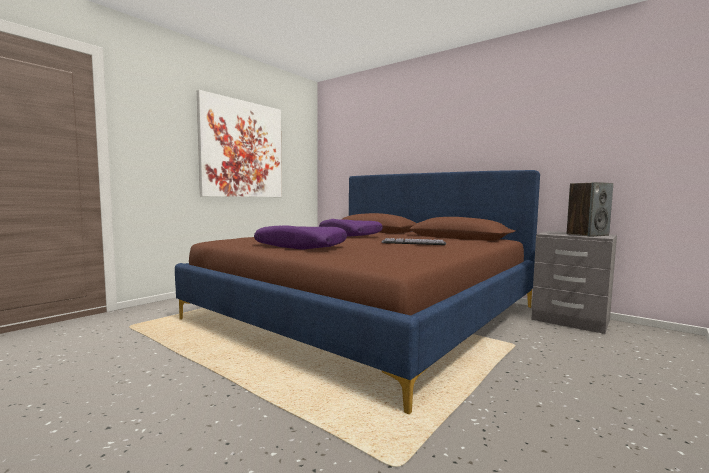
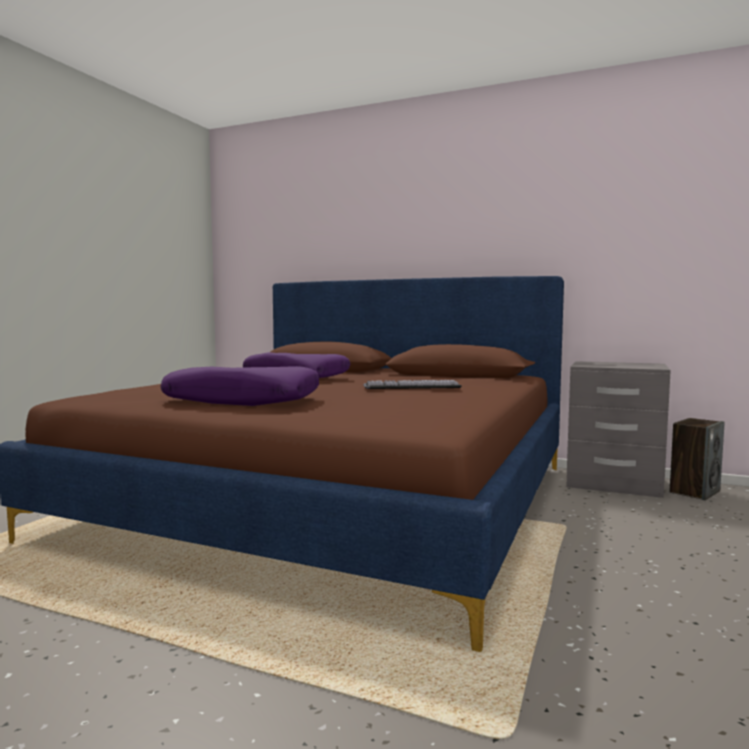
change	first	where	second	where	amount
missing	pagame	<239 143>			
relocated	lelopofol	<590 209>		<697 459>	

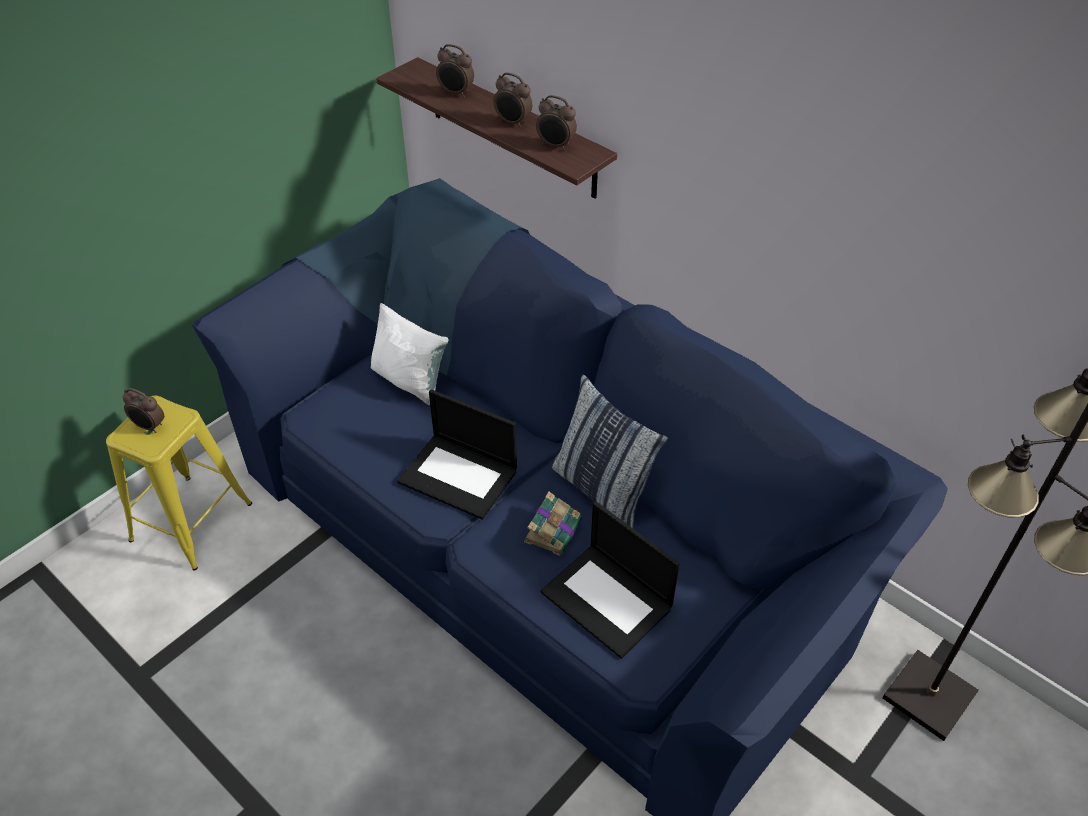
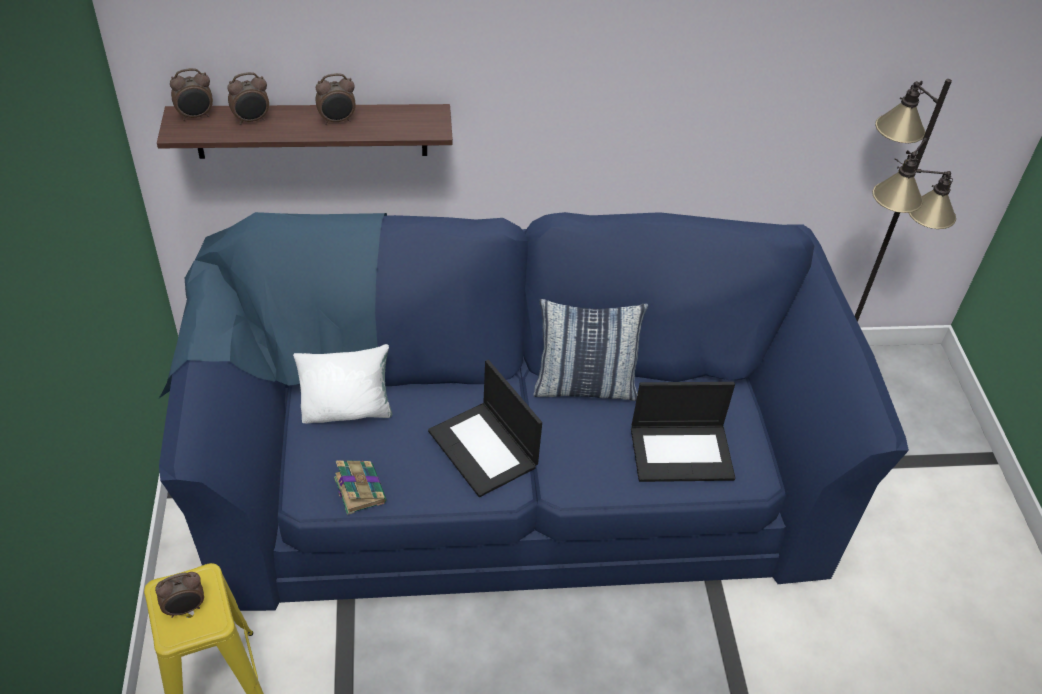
change	first	where	second	where	amount
relocated	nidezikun	<553 524>		<360 487>	
relocated	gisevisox	<556 123>		<191 94>	
spun	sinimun	<457 454>		<485 428>	75 degrees clockwise

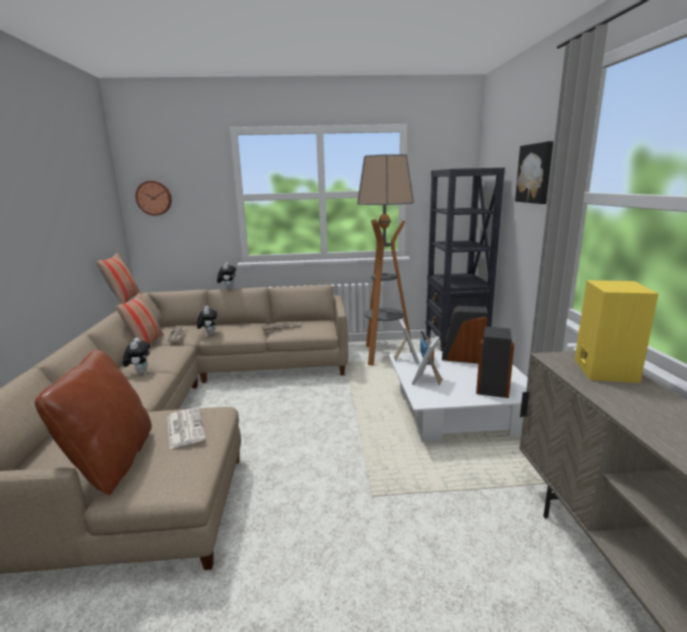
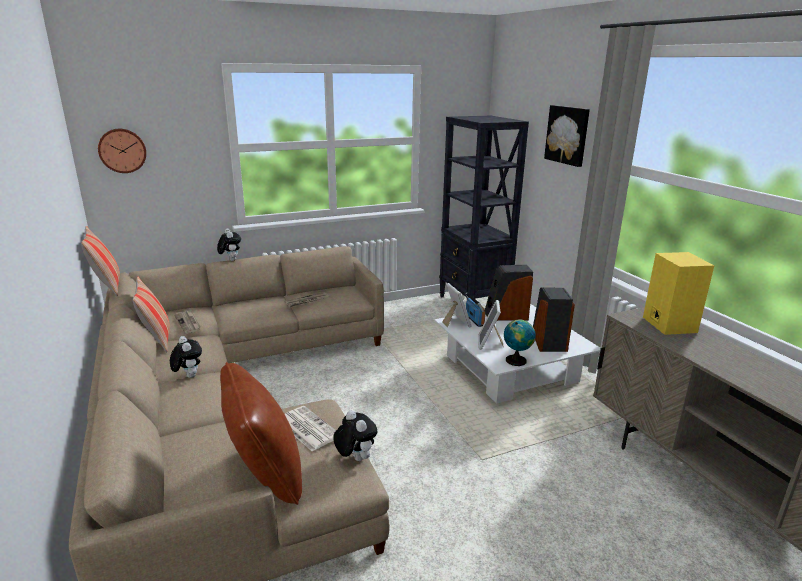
change	first	where	second	where	amount
missing	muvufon	<385 260>			
appeared			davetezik	<520 342>	
relocated	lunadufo	<207 320>		<355 435>	

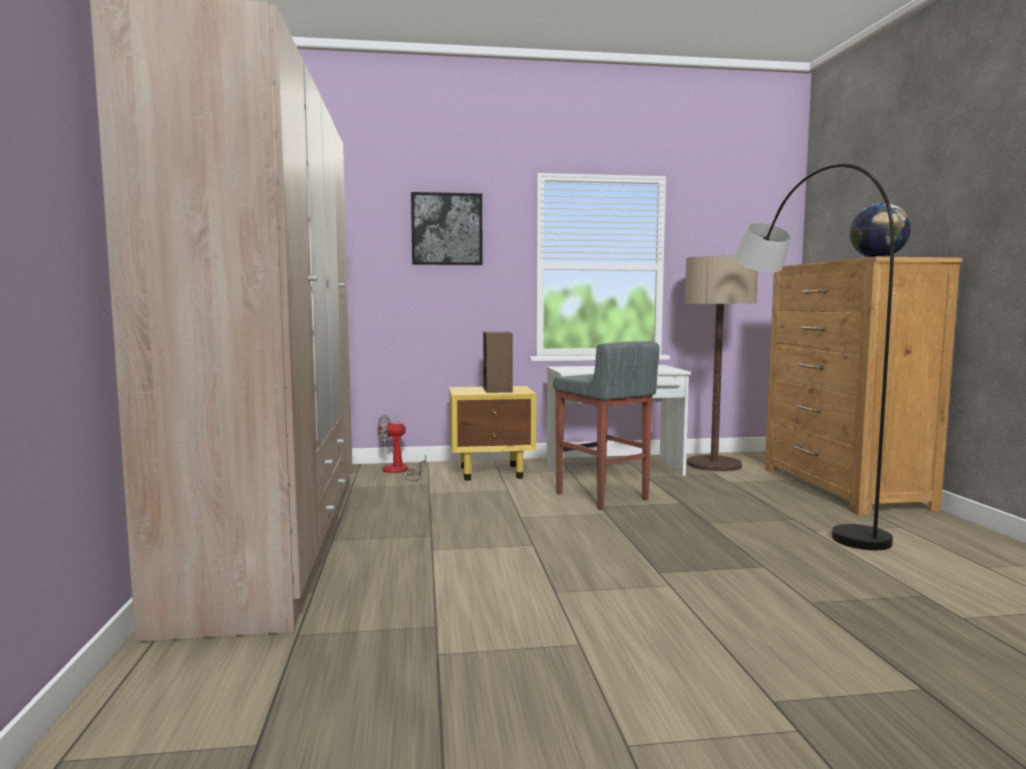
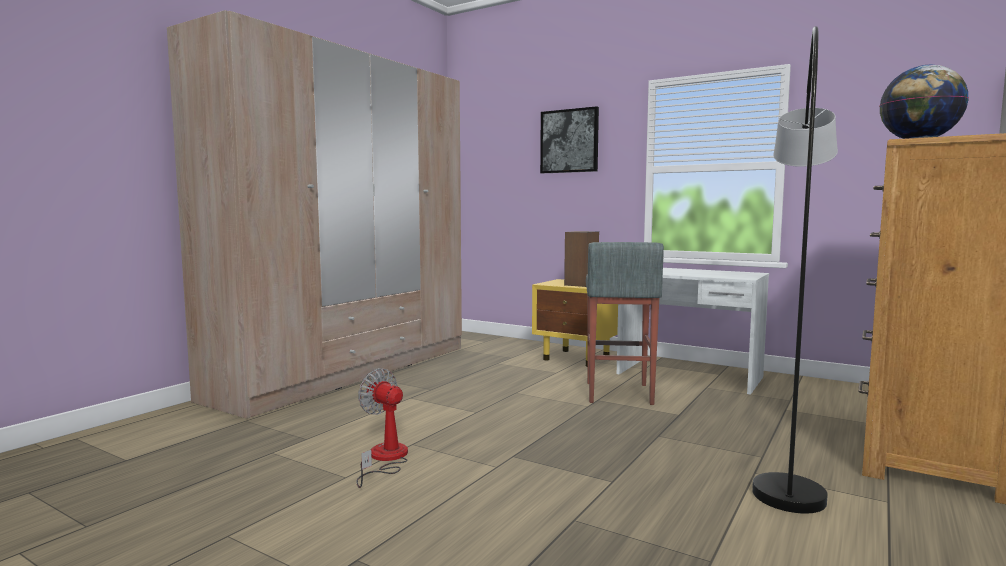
change	first	where	second	where	amount
missing	muvufon	<721 363>			
relocated	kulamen	<401 447>		<382 428>	

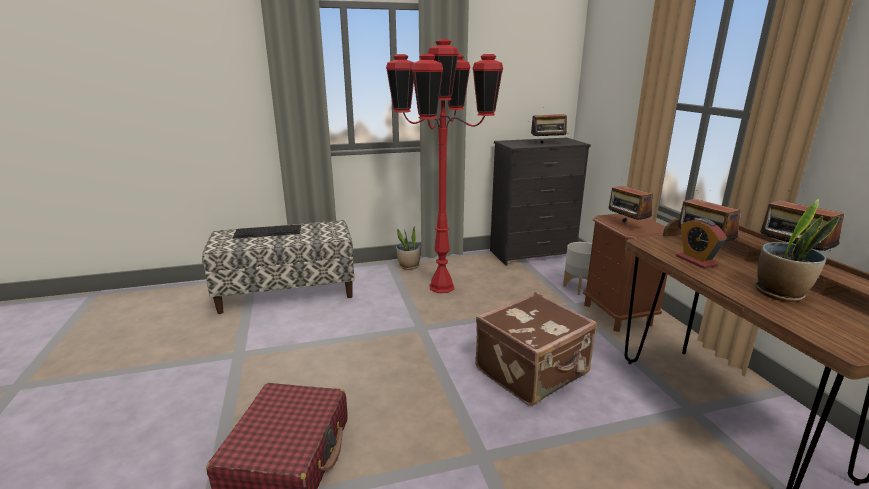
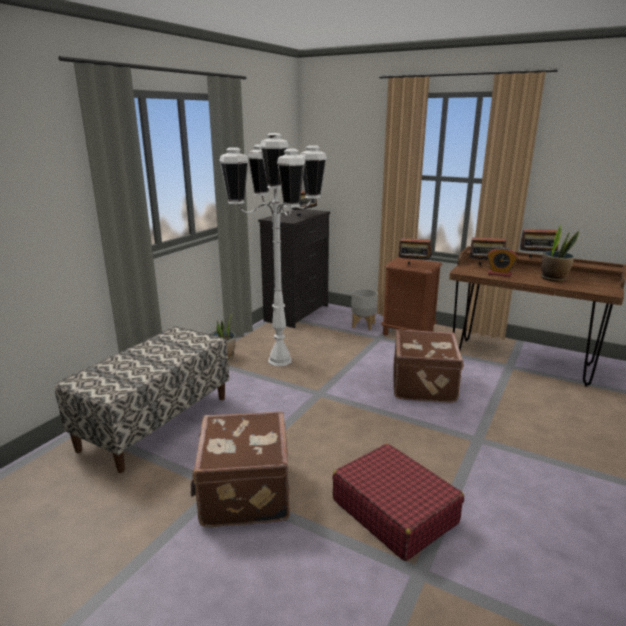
change	first	where	second	where	amount
missing	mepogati	<266 232>			
appeared			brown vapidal	<240 469>	
colour	red muvufon	<444 166>	white muvufon	<273 249>	

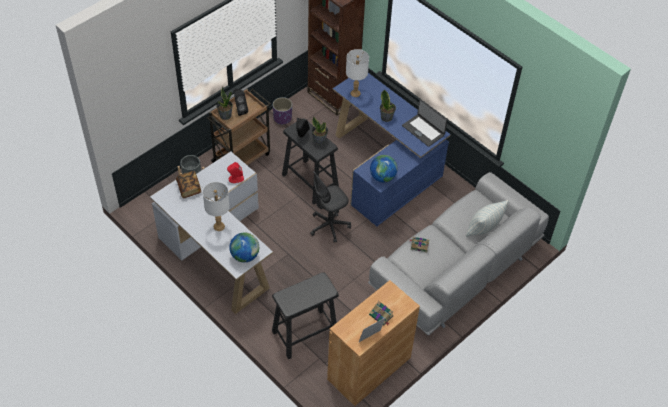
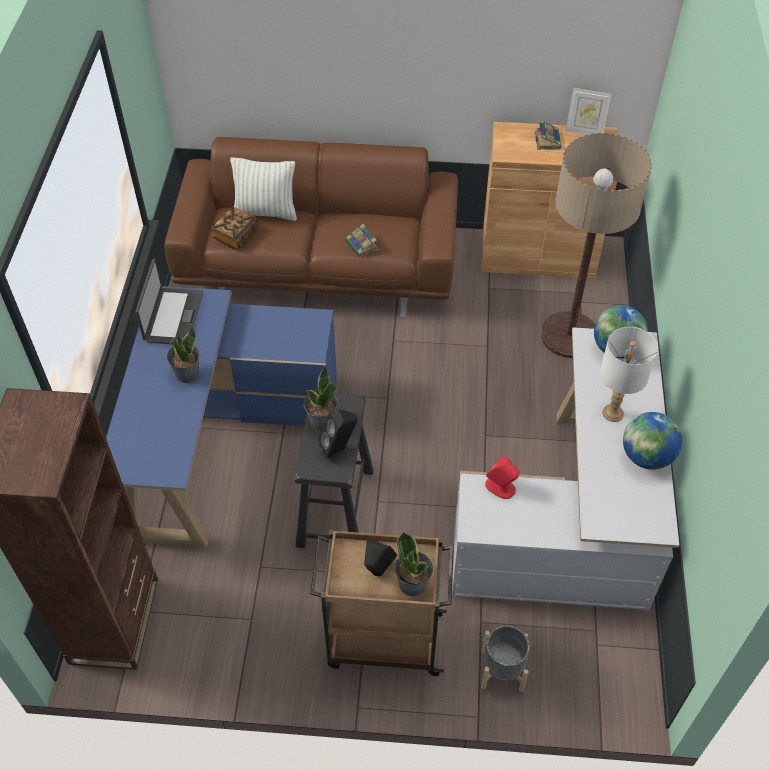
change	first	where	second	where	amount
missing	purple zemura	<282 111>			
missing	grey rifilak	<330 207>			
missing	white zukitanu	<357 73>			
relocated	nidezikun	<188 184>		<234 228>	
relocated	davetezik	<384 169>		<652 441>	
exchanged	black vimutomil	<305 315>	muvufon	<596 245>	
colour	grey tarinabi	<458 254>	brown tarinabi	<311 227>	

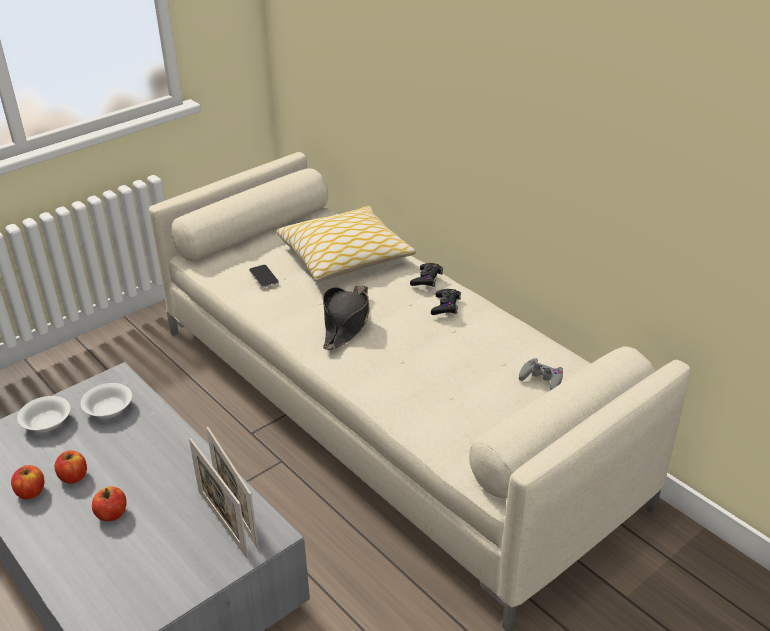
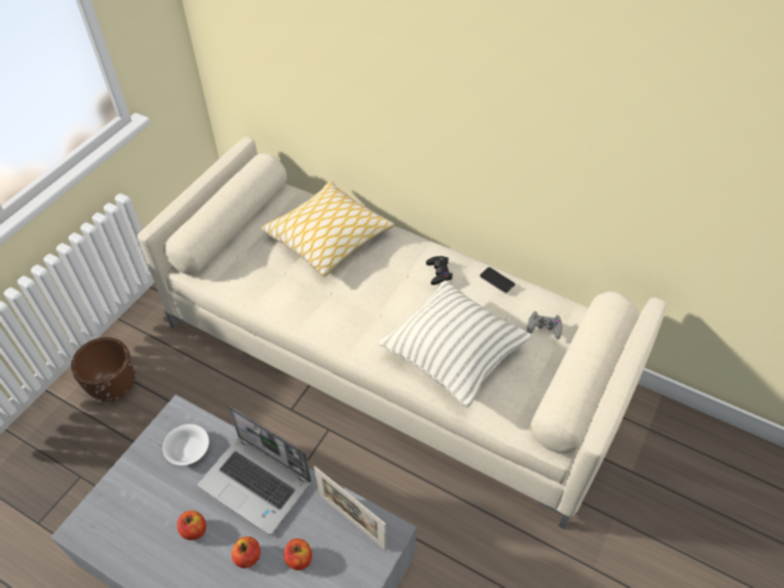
change	first	where	second	where	amount
missing	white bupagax	<44 414>			
missing	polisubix	<219 498>			
missing	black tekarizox	<346 318>			
missing	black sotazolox	<426 275>			
appeared			brown zemura	<103 369>	
appeared			sinimun	<254 470>	
appeared			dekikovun	<455 343>	
relocated	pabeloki	<27 482>		<298 554>	
relocated	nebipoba	<264 276>		<498 280>	

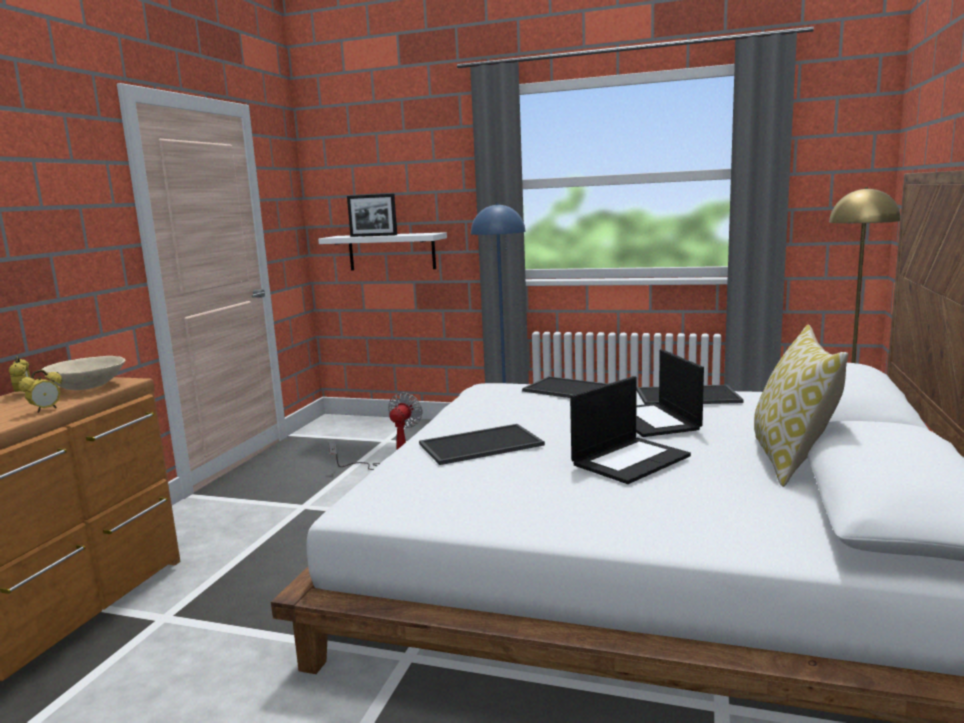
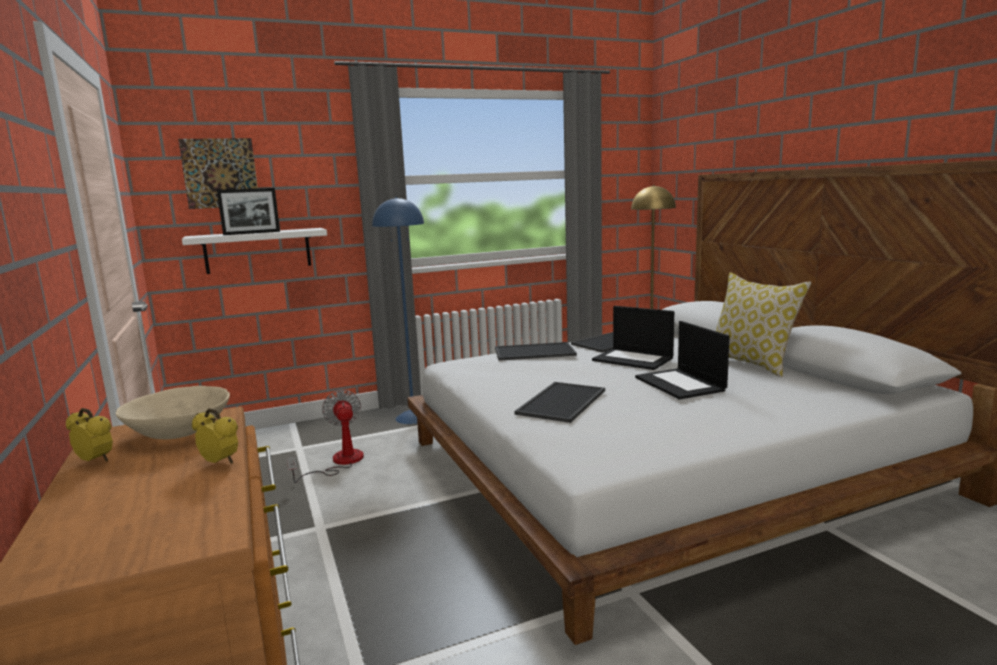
change	first	where	second	where	amount
appeared			pagame	<218 173>	
spun	gisevisox	<40 391>		<215 436>	60 degrees counterclockwise
spun	sinimun	<630 430>		<682 360>	150 degrees clockwise

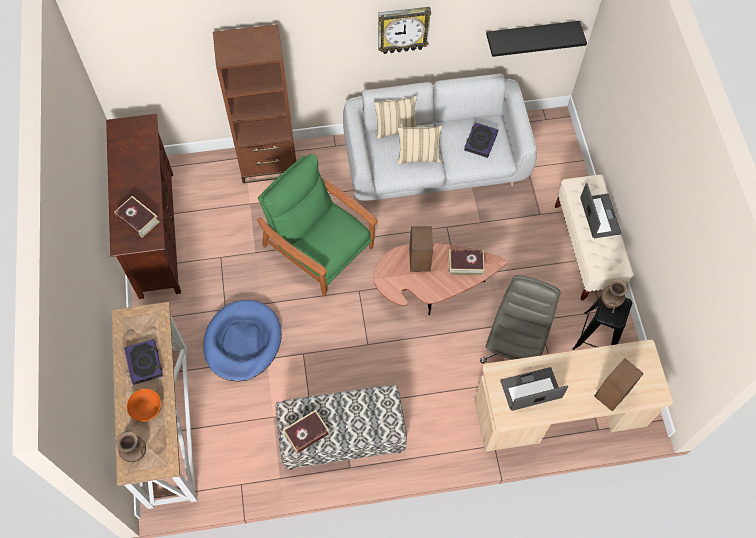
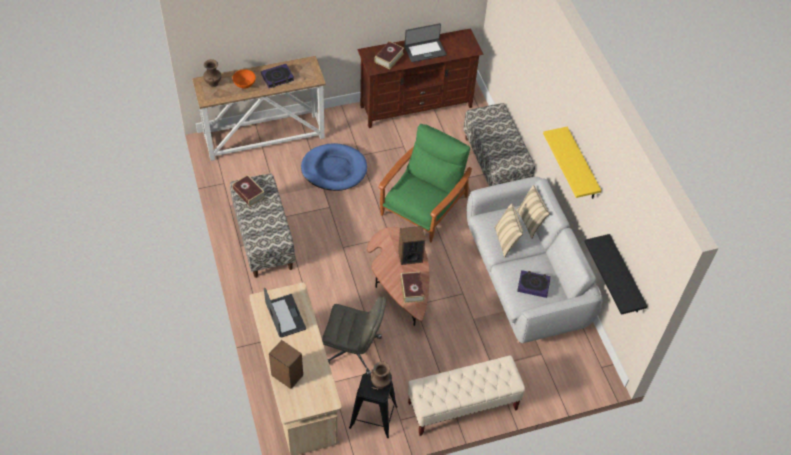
change	first	where	second	where	amount
relocated	sinimun	<600 210>		<425 42>	
exchanged	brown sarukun	<254 103>	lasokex	<499 145>	
exchanged	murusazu	<404 30>	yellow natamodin	<572 163>	

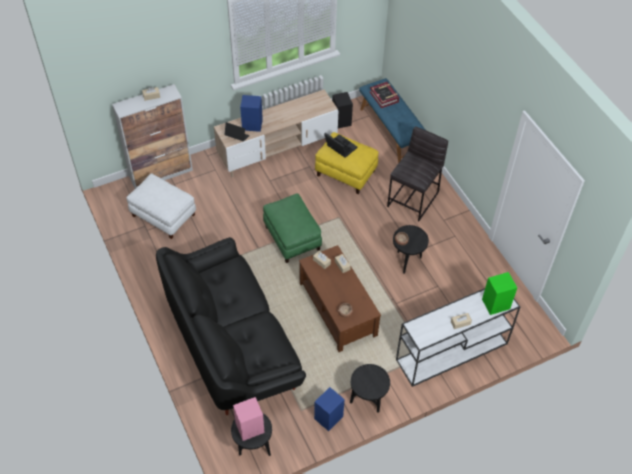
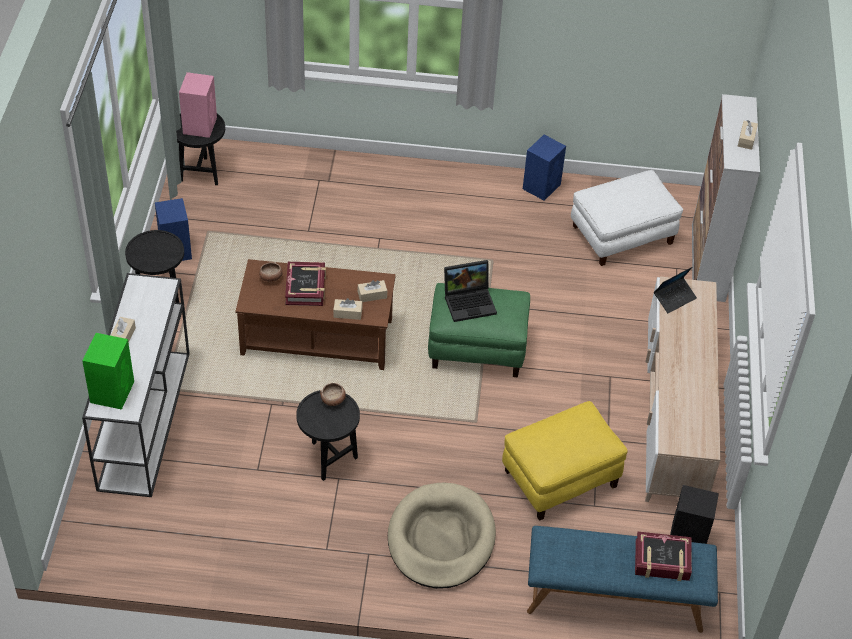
change	first	where	second	where	amount
missing	black tarinabi	<231 326>			
appeared			nidezikun	<305 284>	
relocated	blue lelopofol	<251 113>		<544 168>	
relocated	sinimun	<341 145>		<470 291>	
exchanged	grey vimutomil	<417 173>	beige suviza	<442 536>	

